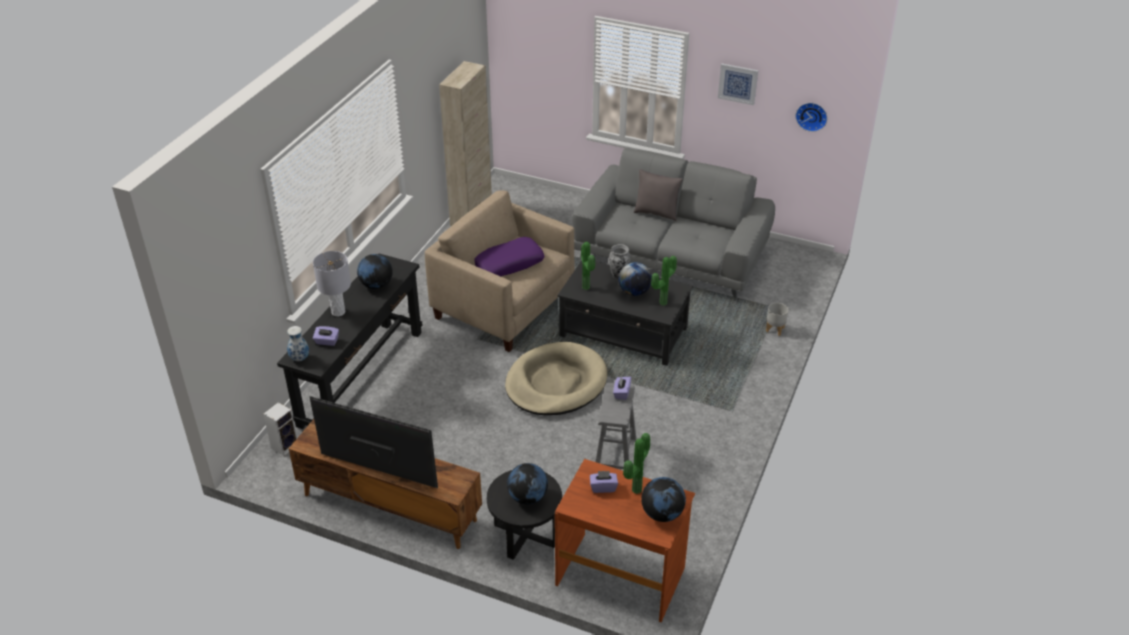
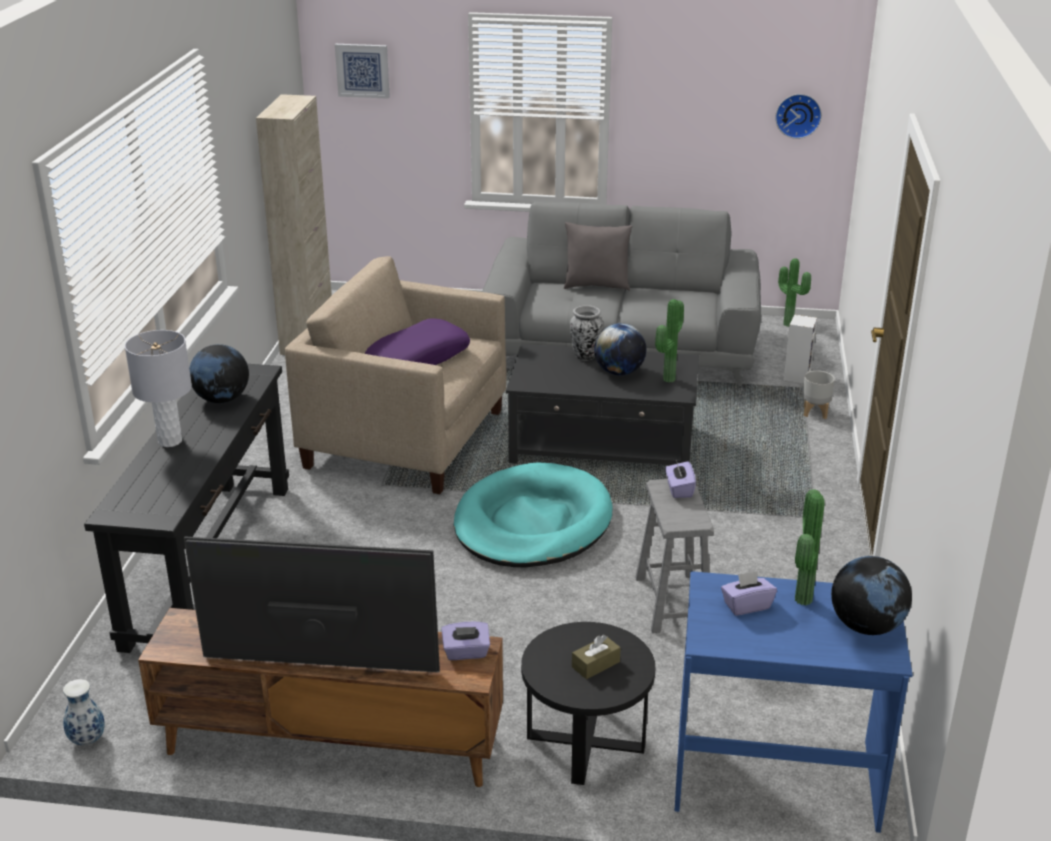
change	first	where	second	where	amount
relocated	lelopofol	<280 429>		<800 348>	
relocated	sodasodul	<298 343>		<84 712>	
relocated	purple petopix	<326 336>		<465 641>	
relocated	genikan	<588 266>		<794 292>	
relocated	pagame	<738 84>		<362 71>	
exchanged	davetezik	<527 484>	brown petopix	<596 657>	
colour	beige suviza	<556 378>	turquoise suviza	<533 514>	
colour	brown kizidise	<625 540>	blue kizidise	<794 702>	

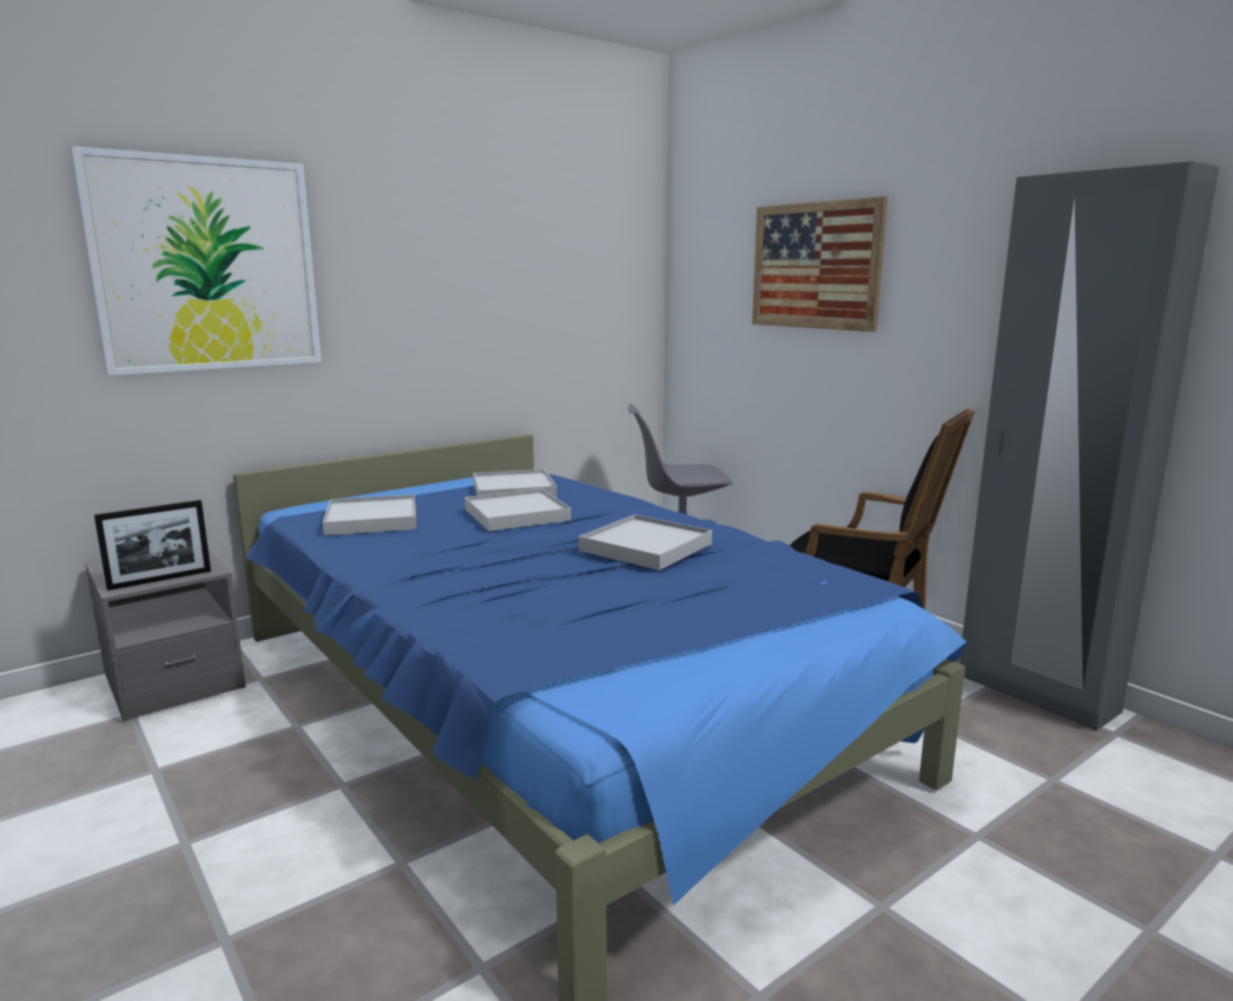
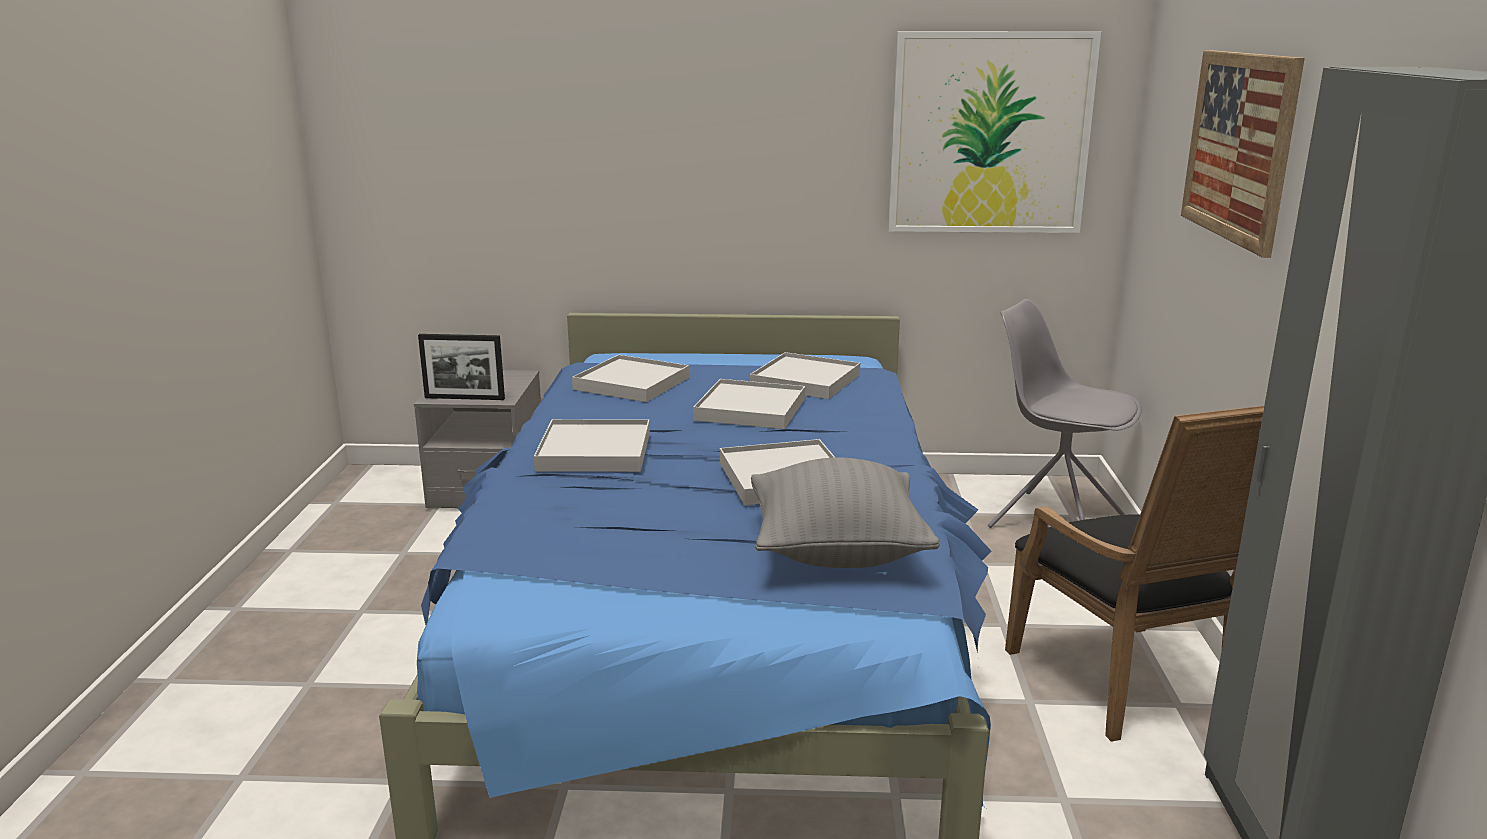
change	first	where	second	where	amount
appeared			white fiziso	<592 445>	
appeared			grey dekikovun	<845 512>	
relocated	pagame	<195 261>		<994 132>	

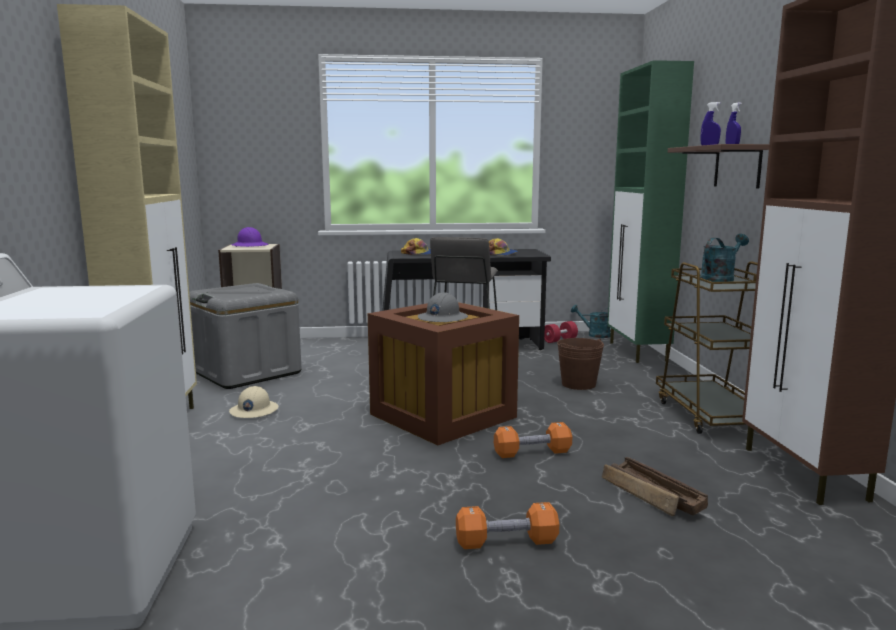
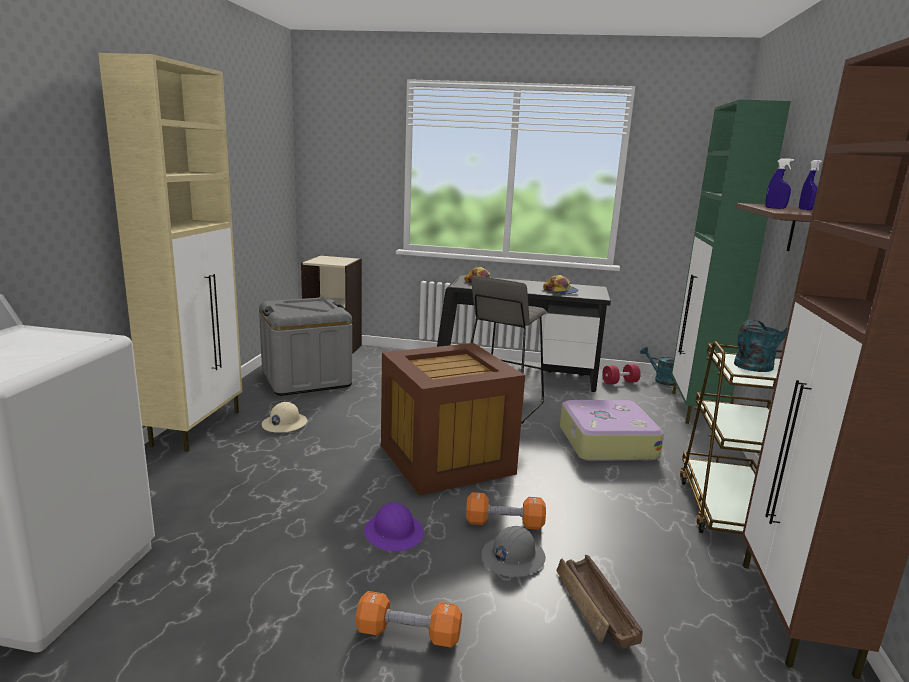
change	first	where	second	where	amount
relocated	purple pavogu	<249 237>		<394 526>	
relocated	grey pavogu	<443 307>		<514 551>	
exchanged	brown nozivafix	<580 364>	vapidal	<612 430>	

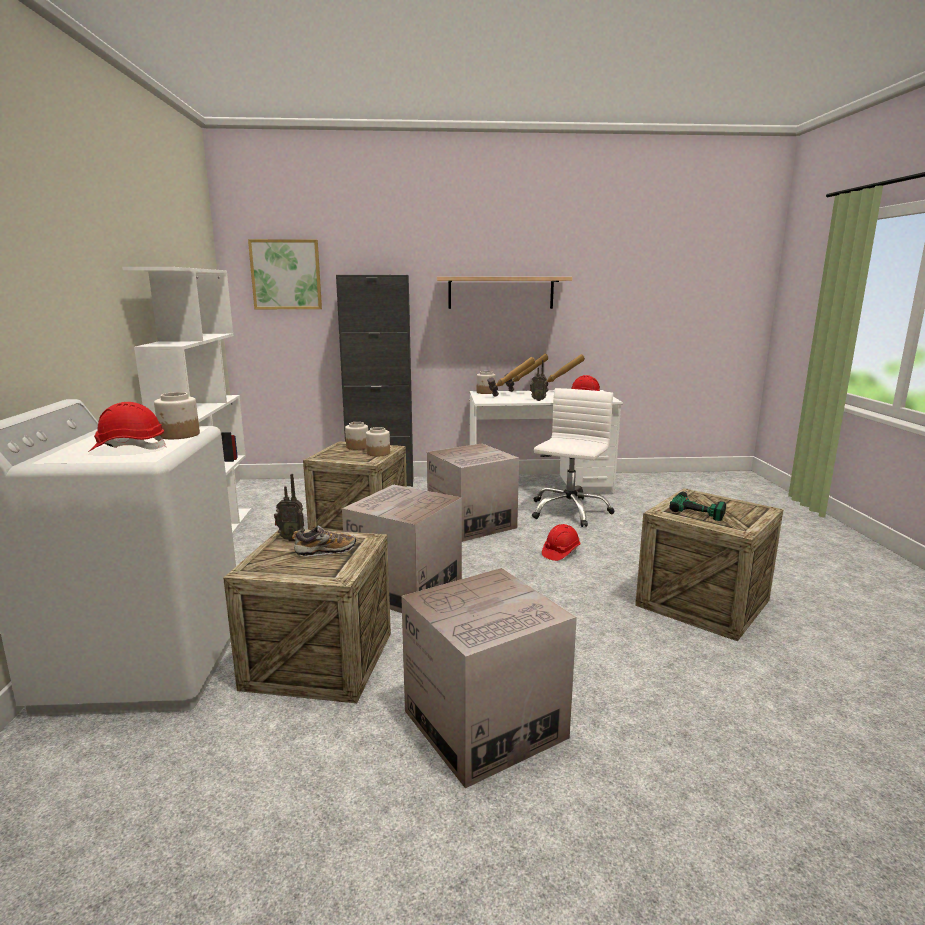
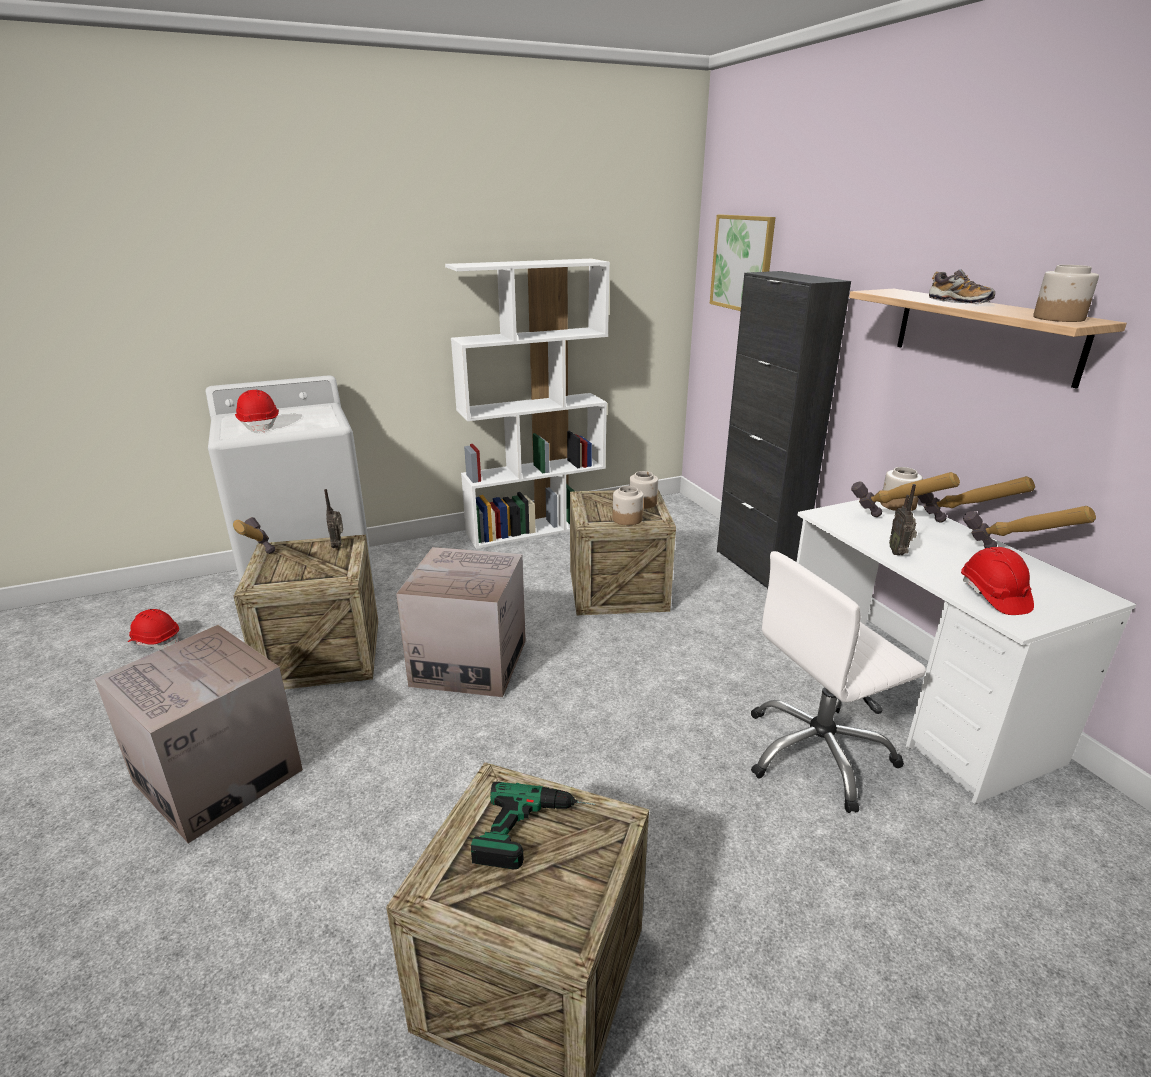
change	first	where	second	where	amount
missing	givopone	<473 492>			
appeared			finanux	<254 535>	
relocated	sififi	<177 415>		<1066 293>	
relocated	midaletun	<324 540>		<962 286>	
relocated	red pavogu	<561 542>		<153 629>	
spun	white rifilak	<573 457>		<838 682>	150 degrees clockwise

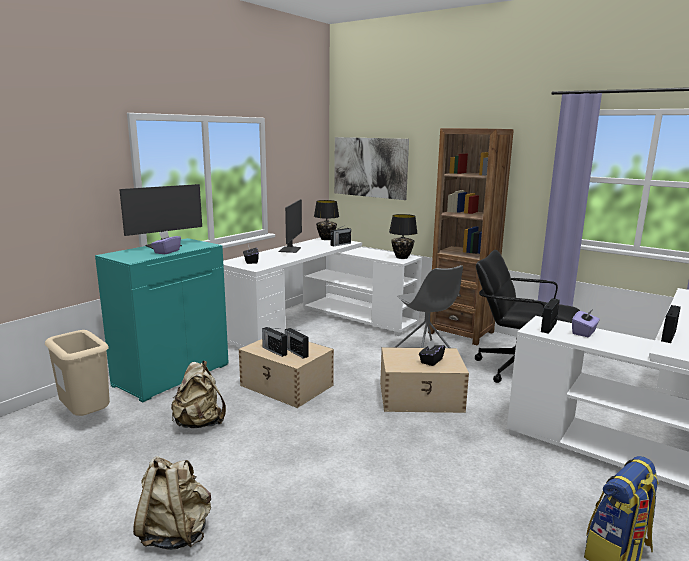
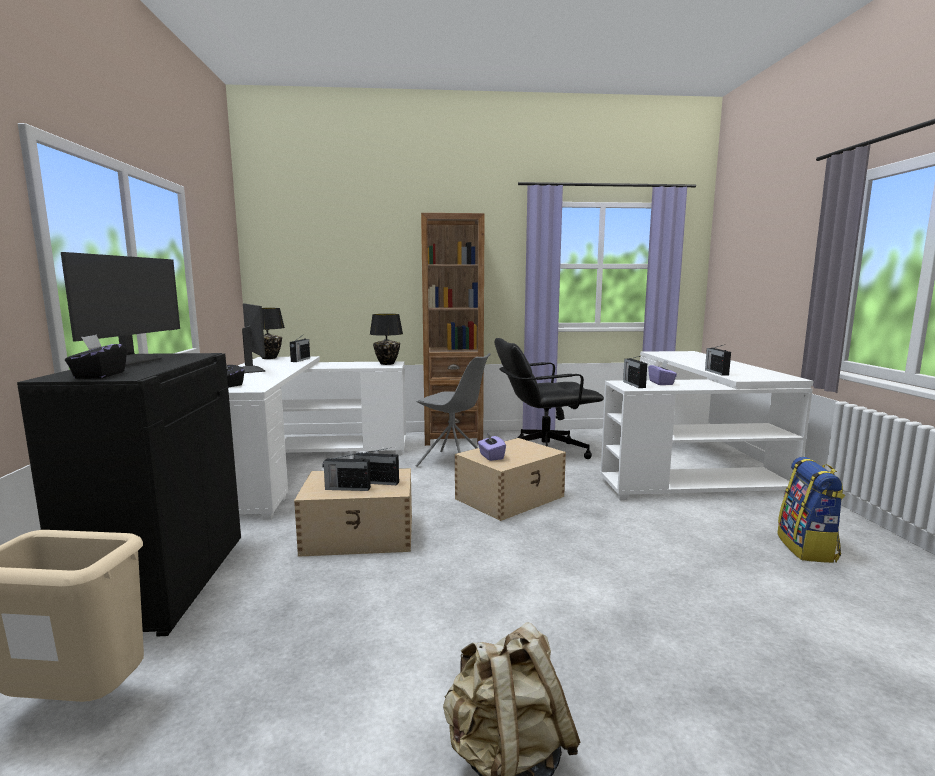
change	first	where	second	where	amount
missing	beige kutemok	<198 394>			
missing	pagame	<371 168>			
relocated	purple petopix	<166 242>		<492 447>	
relocated	black petopix	<432 353>		<96 357>	
colour	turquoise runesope	<162 320>	black runesope	<129 494>	

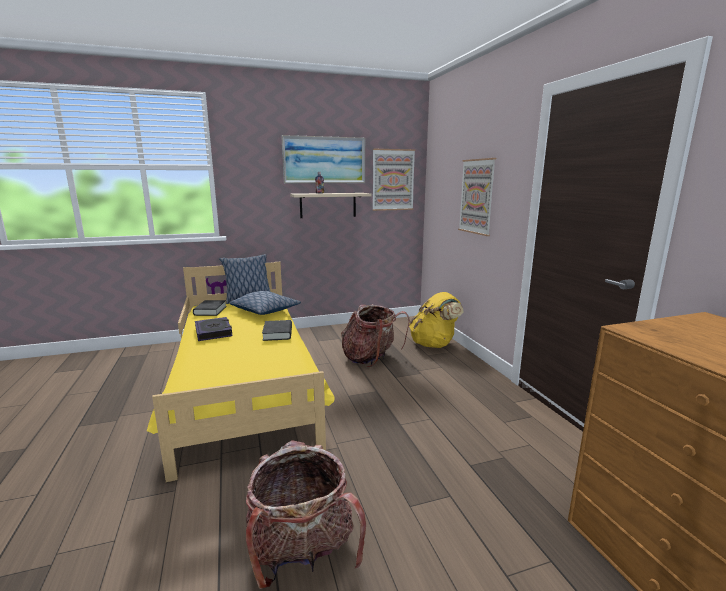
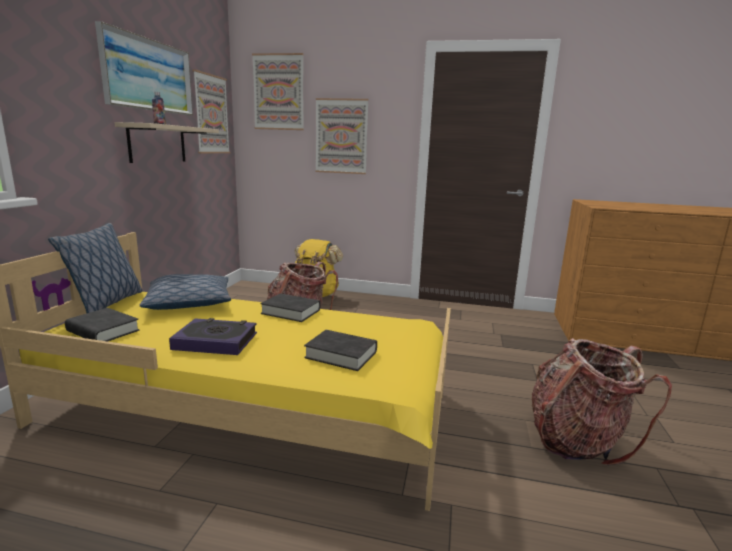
change	first	where	second	where	amount
appeared			pagame	<278 91>	
appeared			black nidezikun	<340 350>	

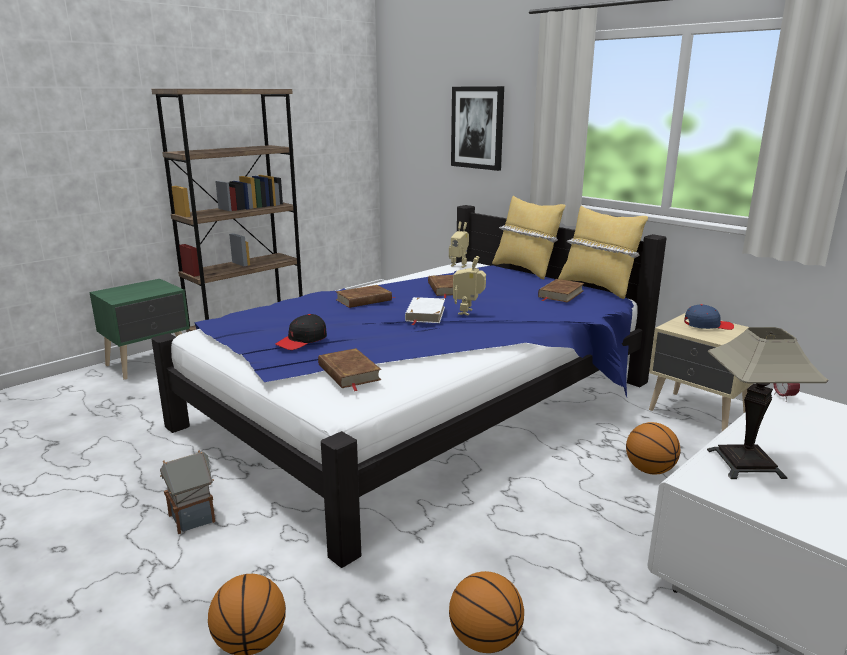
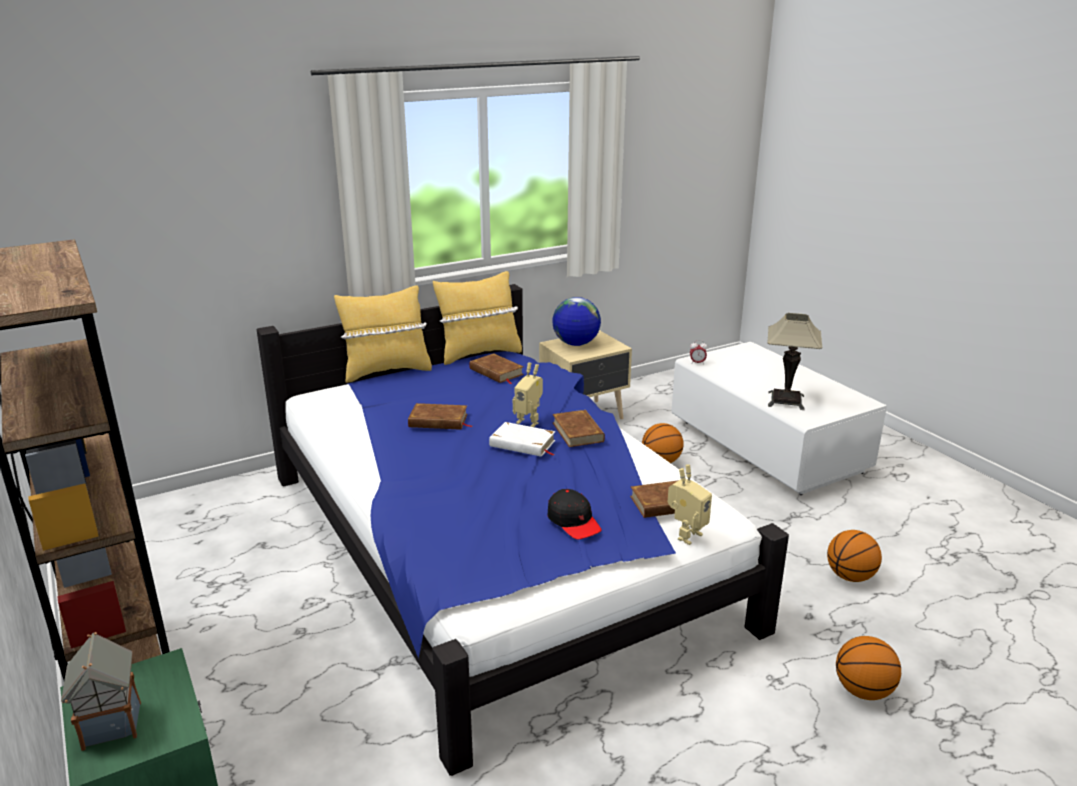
change	first	where	second	where	amount
missing	pagame	<477 128>			
relocated	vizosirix	<187 492>		<101 691>	
relocated	brown nidezikun	<366 296>		<578 428>	
relocated	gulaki	<459 245>		<690 505>	
exchanged	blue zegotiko	<709 317>	davetezik	<576 321>	

